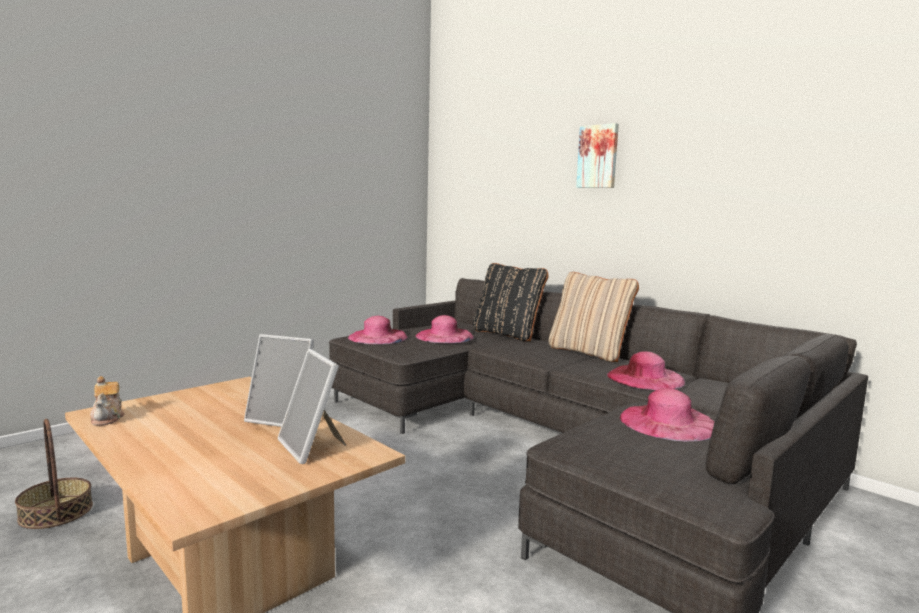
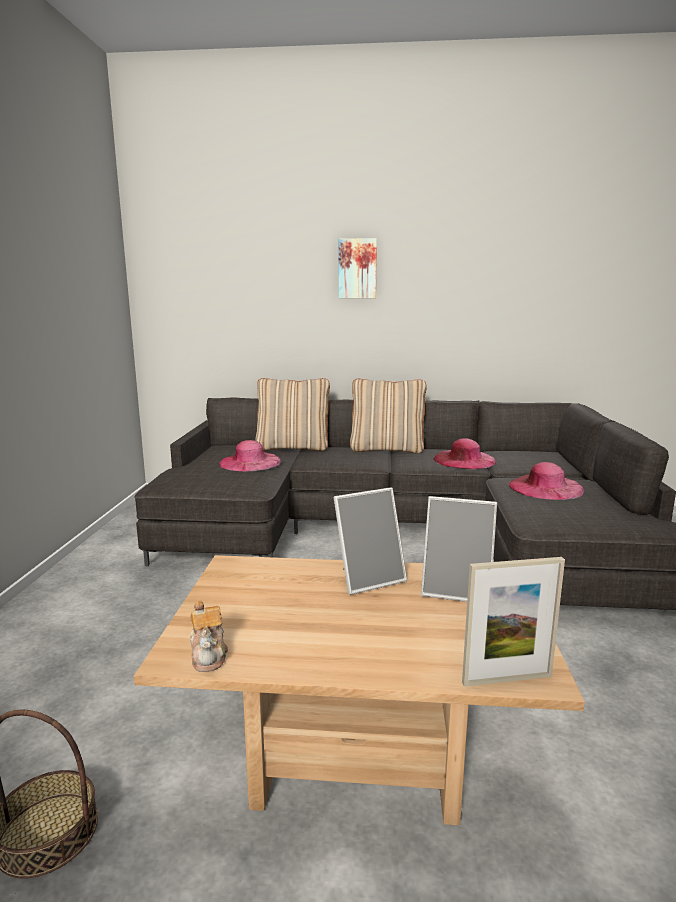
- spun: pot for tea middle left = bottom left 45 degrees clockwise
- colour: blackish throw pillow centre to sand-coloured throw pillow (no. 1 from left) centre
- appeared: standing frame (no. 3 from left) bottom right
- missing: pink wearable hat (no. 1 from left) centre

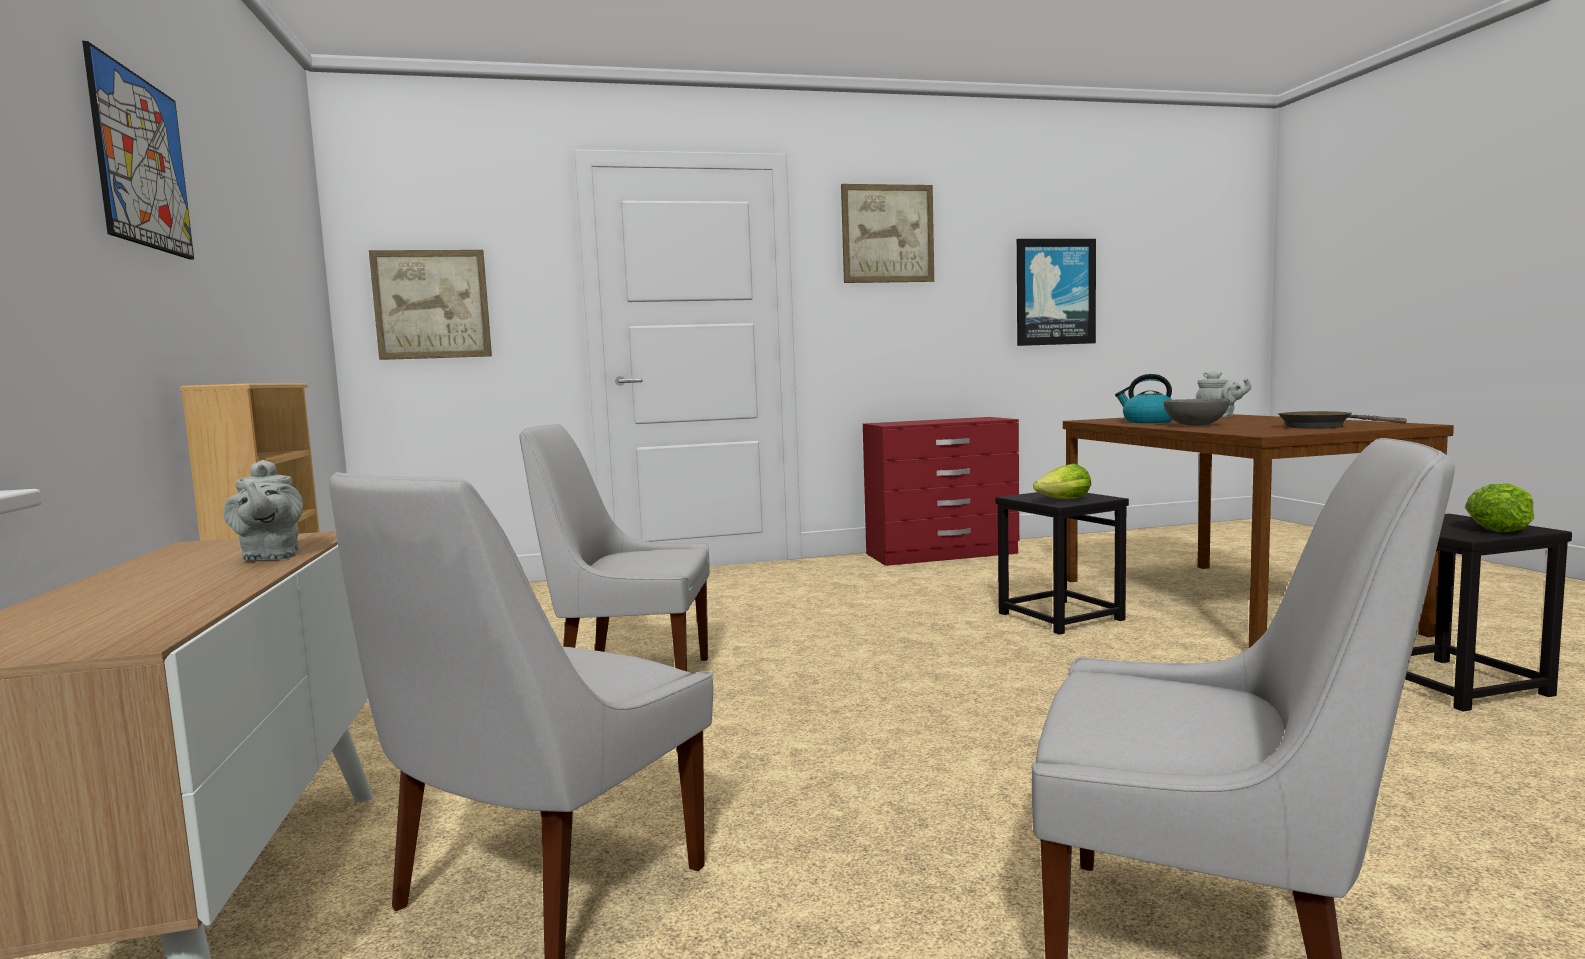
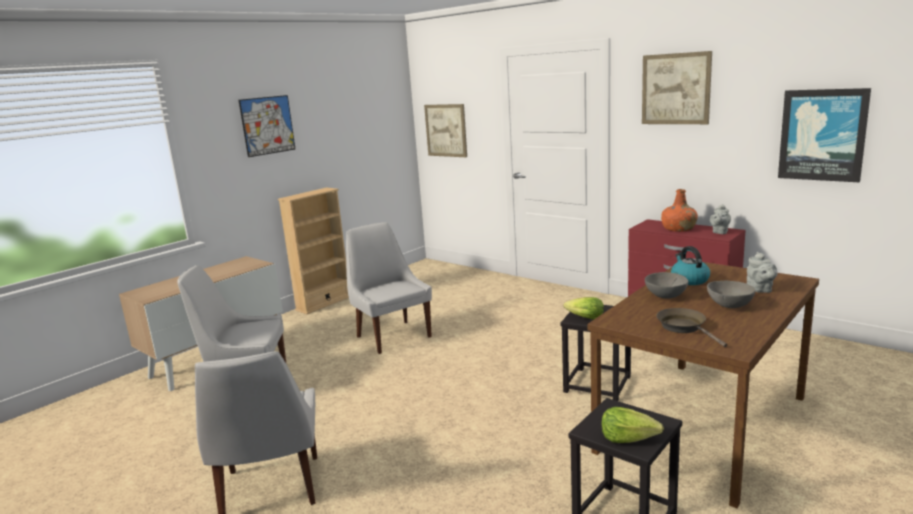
- appeared: orangey drink bottle middle right
- appeared: gray serving bowl (no. 2 from left) middle right
- relocated: gray pot for tea (no. 1 from left) middle left to middle right

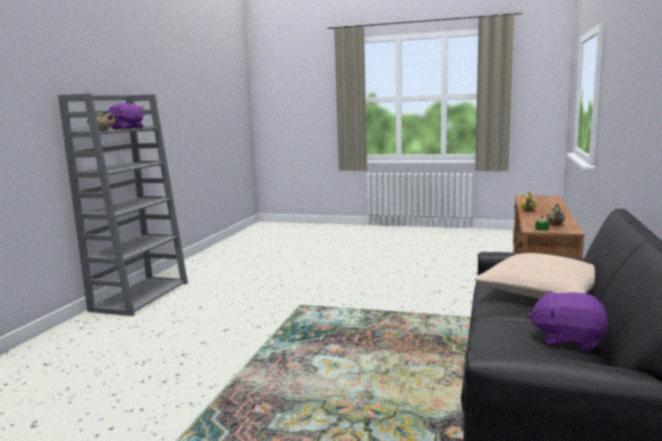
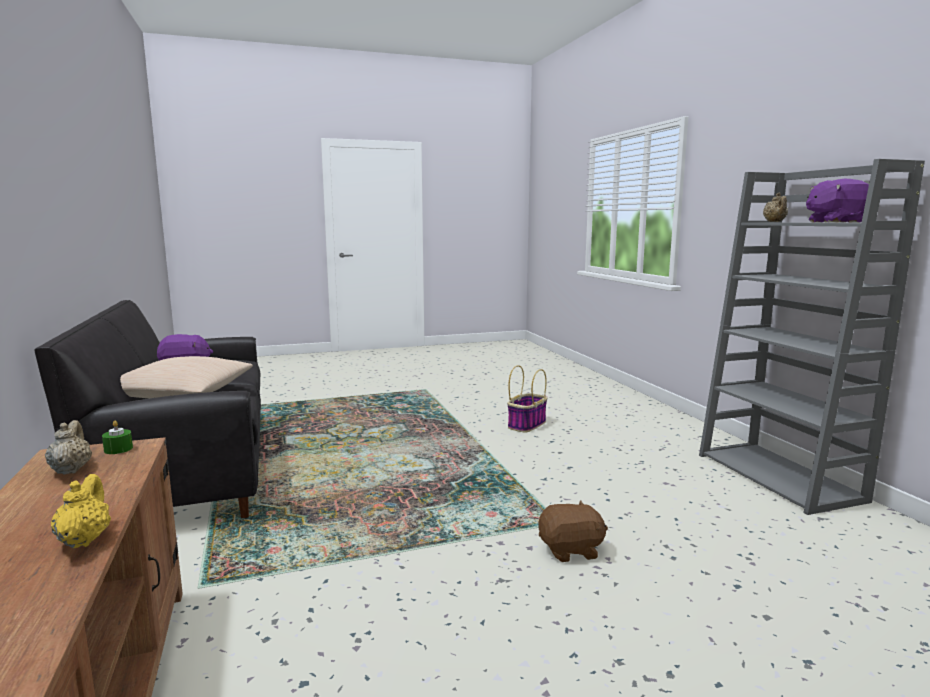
- appeared: household basket centre
- appeared: brown-coloured plush toy bottom centre

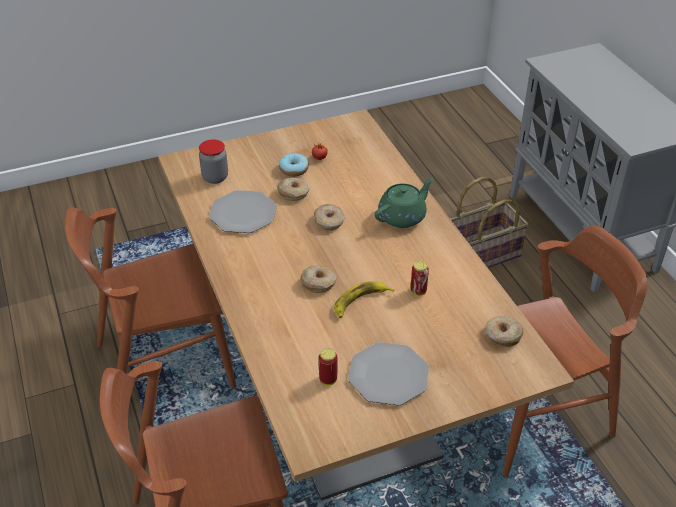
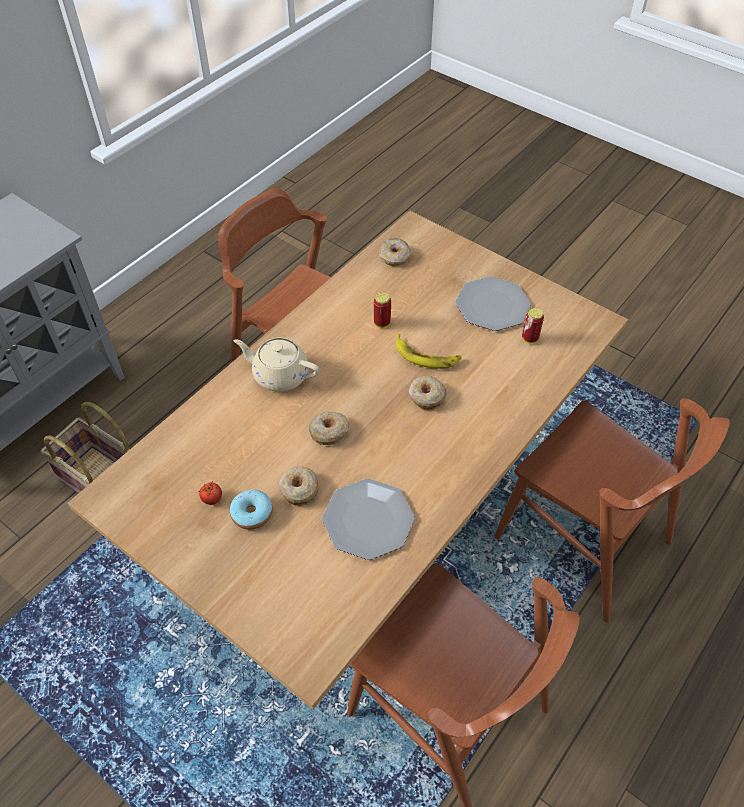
- colour: green-coloured pot for tea centre to sand-coloured pot for tea centre
- missing: preserve jar top left

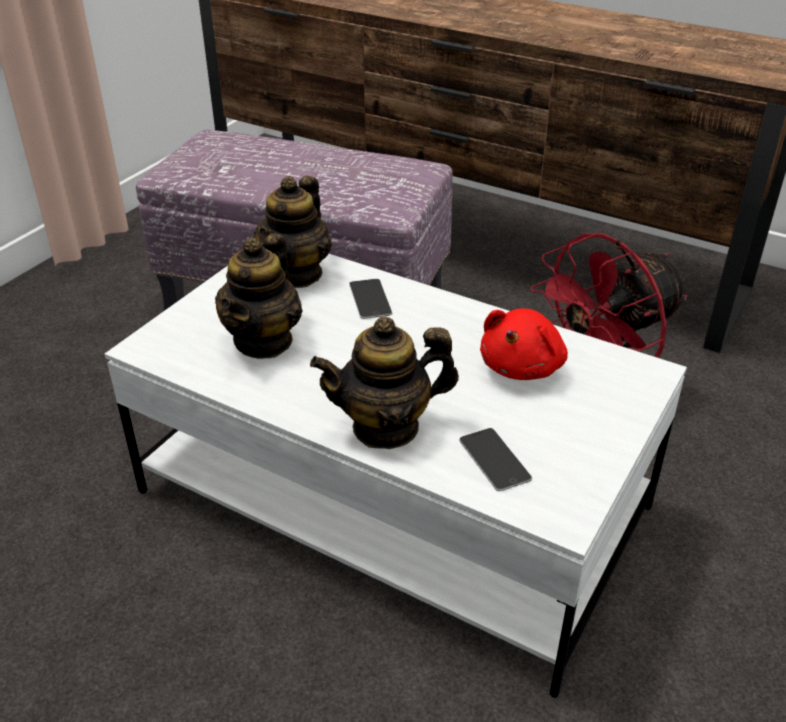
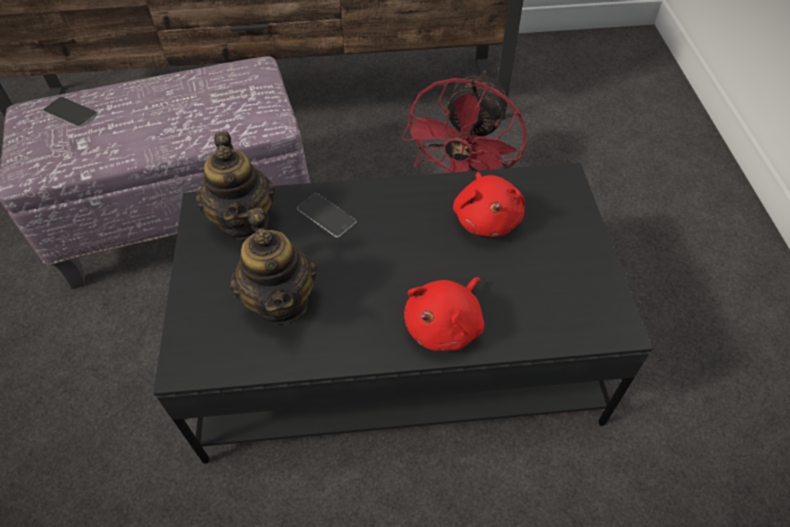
- relocated: handset (no. 2 from left in the first image) centre to handset (no. 1 from left) top left
- colour: whitish coffee table centre to blackish coffee table centre
- exchanged: pot for tea (no. 3 from left) centre to reddish plush toy (no. 1 from left) centre

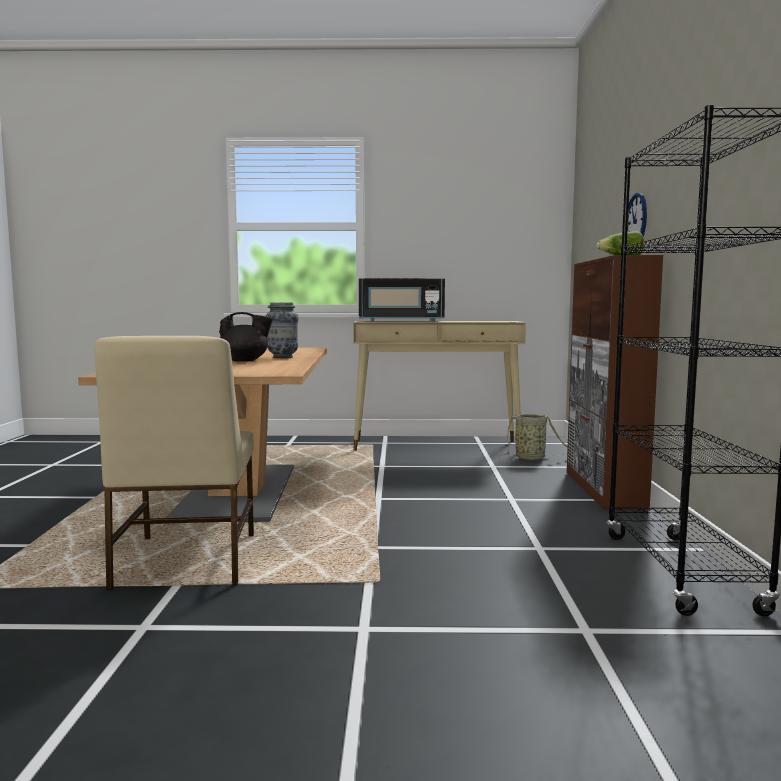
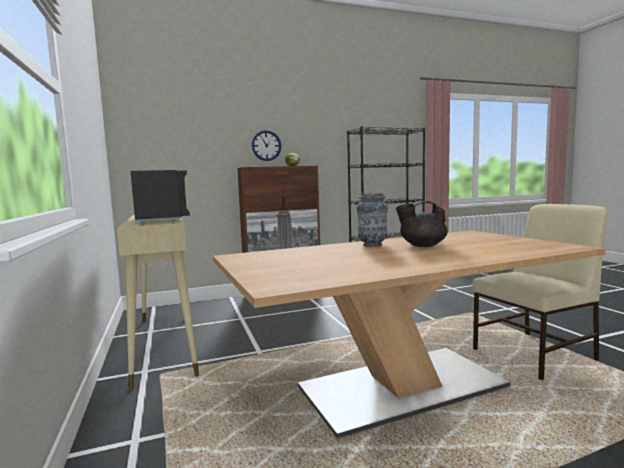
- spun: blackish pot for tea middle left = middle right 60 degrees counterclockwise
- missing: household basket middle right

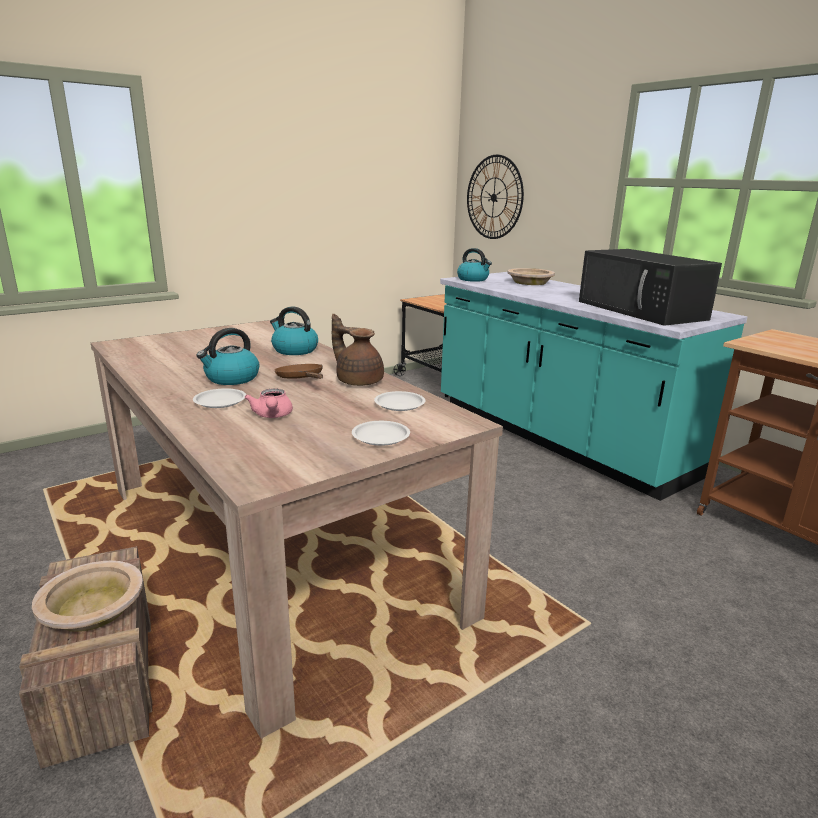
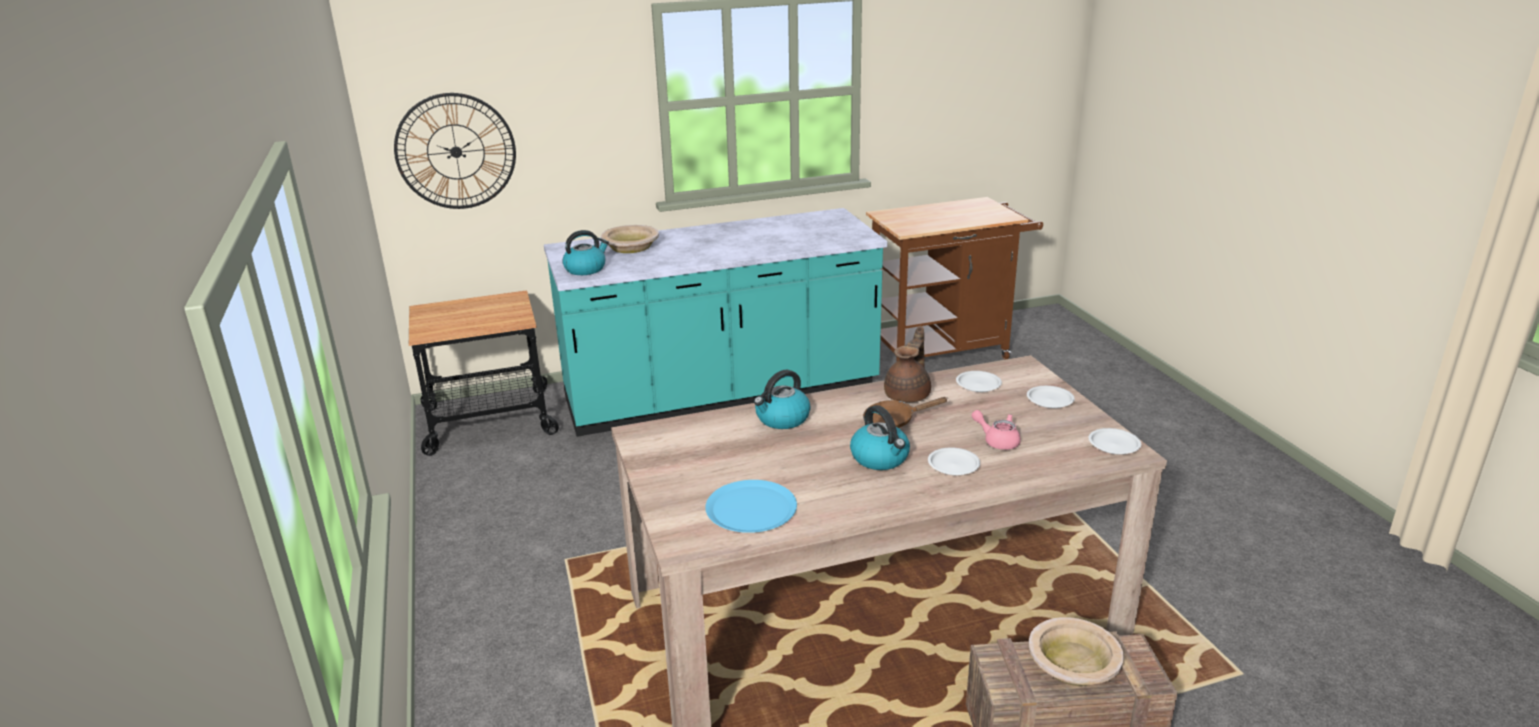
- appeared: blue-coloured flat dish bottom centre
- spun: brown-coloured pot for tea centre = centre 150 degrees clockwise
- spun: pink pot for tea middle left = centre 150 degrees counterclockwise
- appeared: whitish flat dish (no. 4 from left) middle right
- missing: blackish microwave middle right

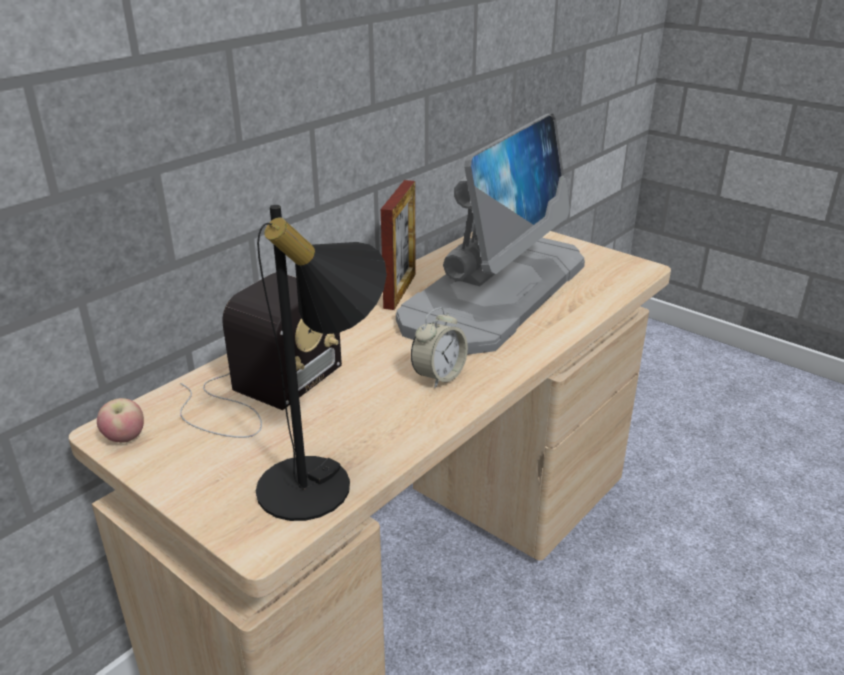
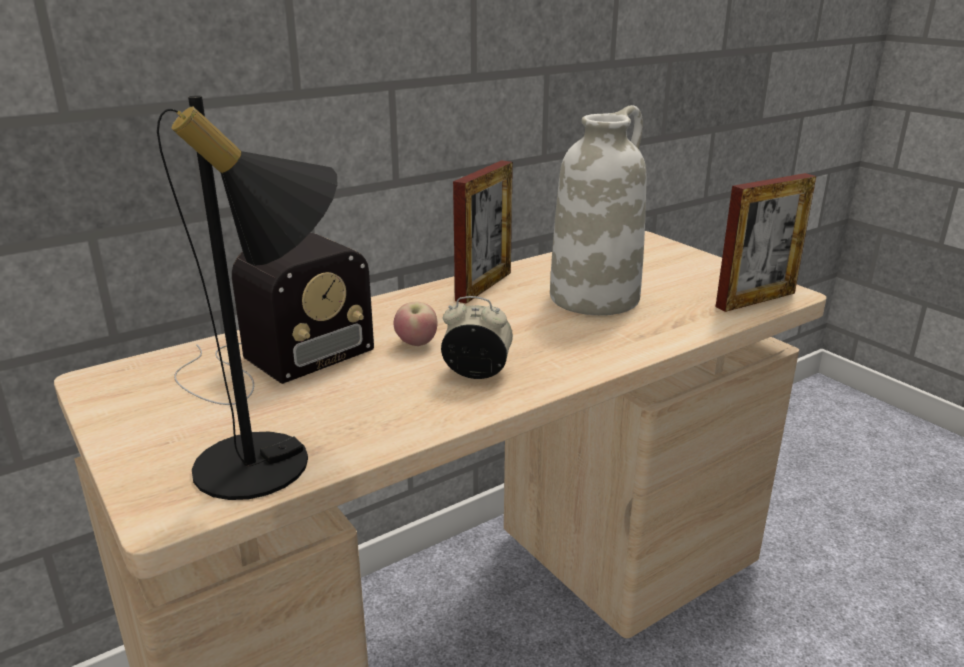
- relocated: apple middle left to centre
- spun: alarm clock centre = centre 135 degrees counterclockwise
- exchanged: computer screen centre to whitish flower vase top centre
- appeared: standing frame (no. 2 from left) middle right

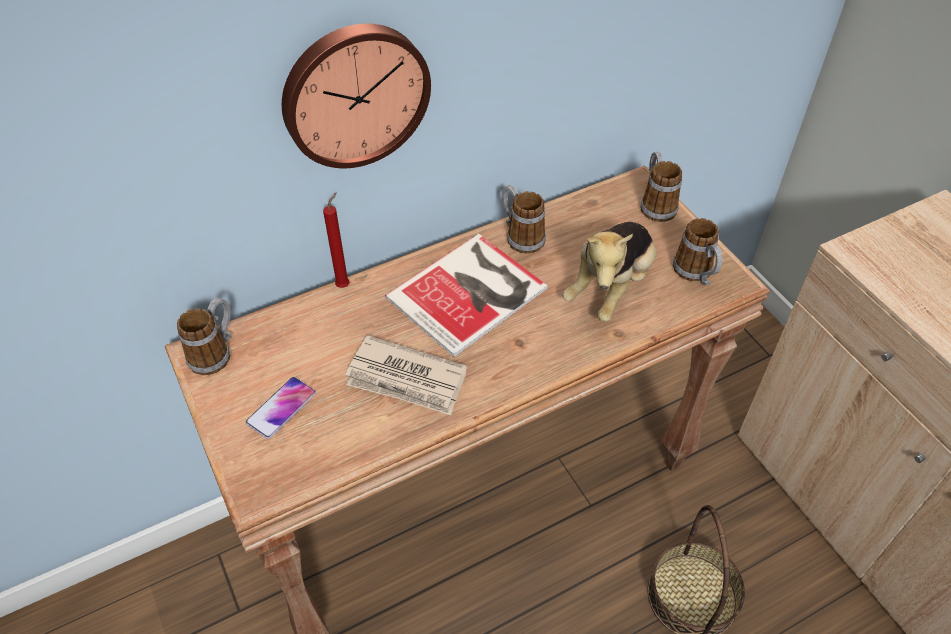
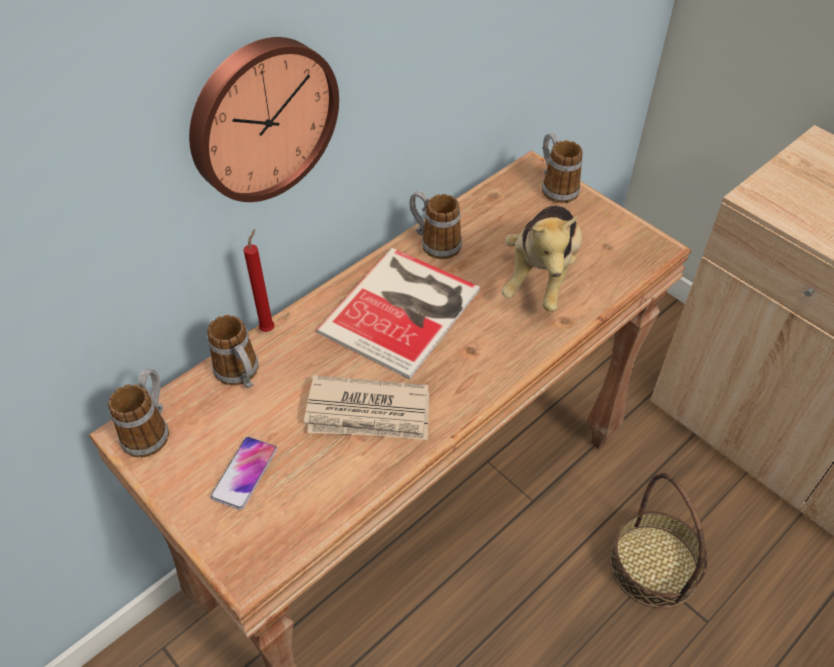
- relocated: mug (no. 4 from left in the first image) middle right to mug (no. 2 from left) middle left

